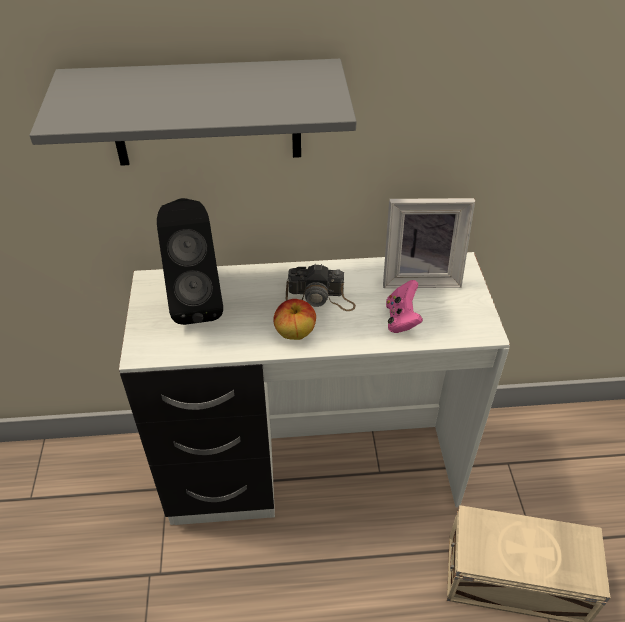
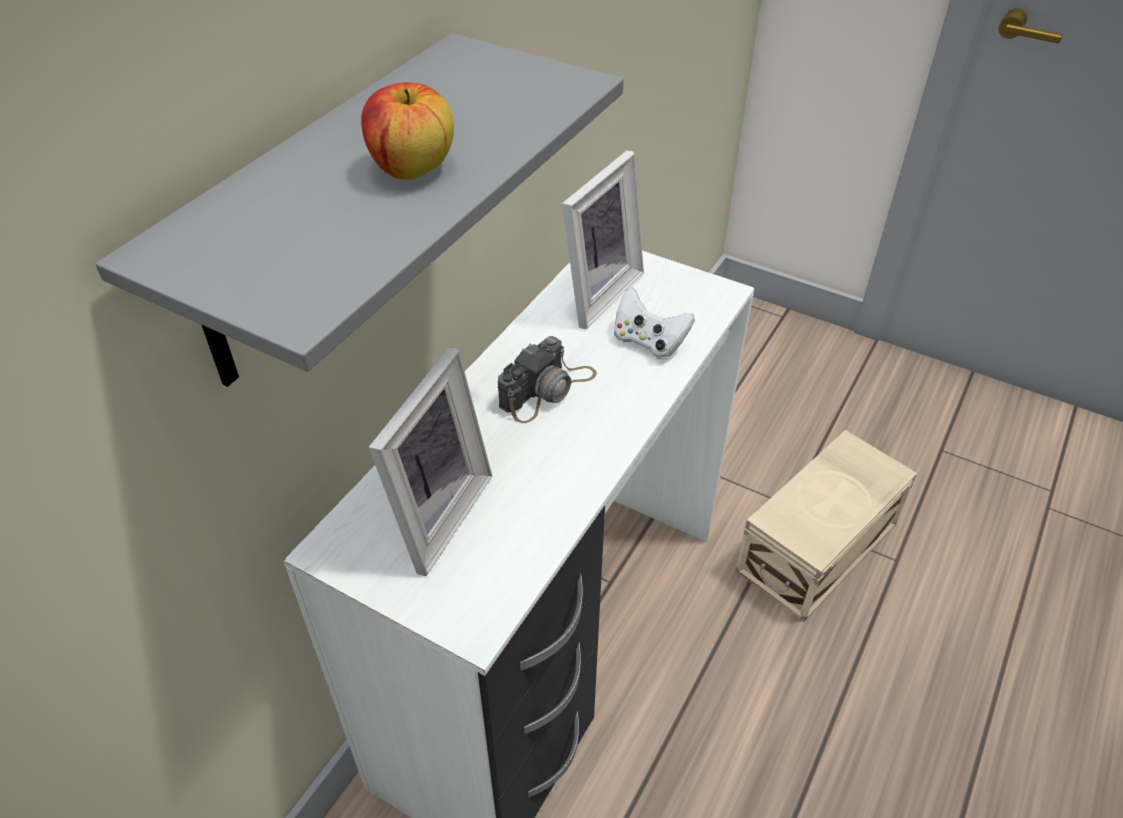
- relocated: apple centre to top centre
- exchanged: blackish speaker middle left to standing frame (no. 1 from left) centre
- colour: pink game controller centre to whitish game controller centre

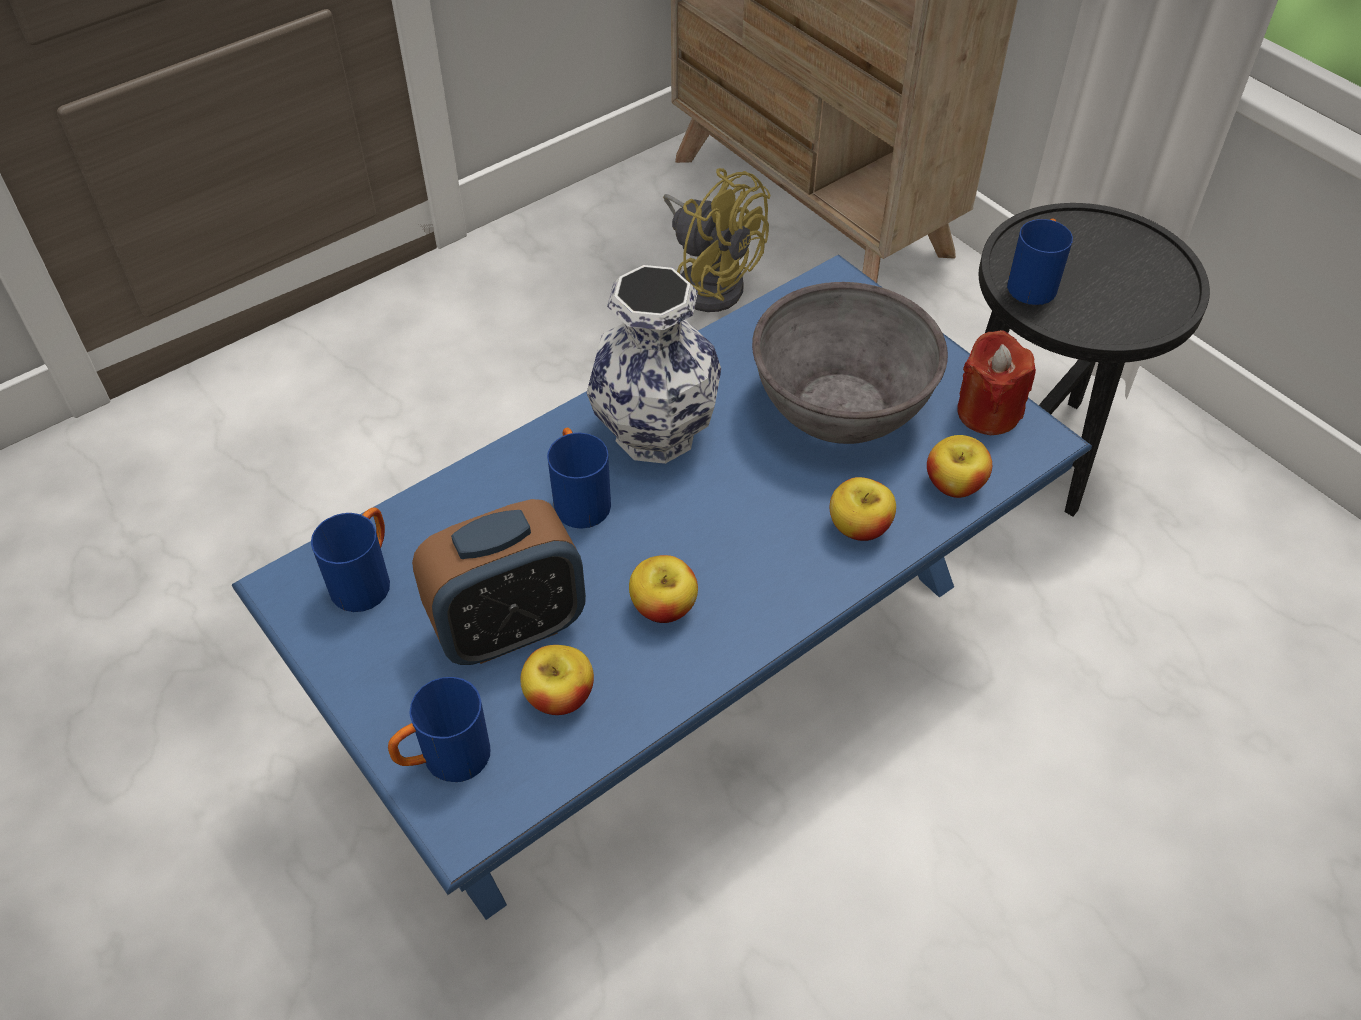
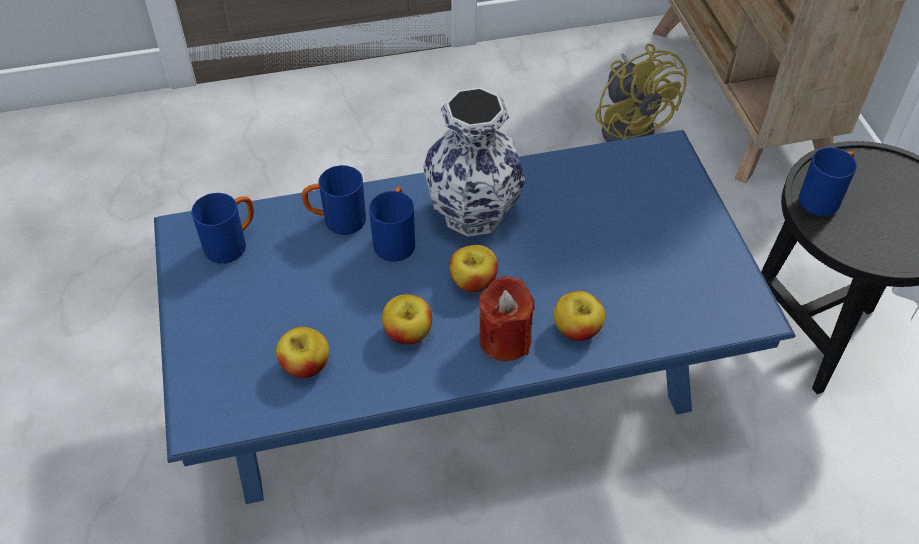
- relocated: blue-coloured mug (no. 2 from left) bottom left to centre
- relocated: apple (no. 4 from left in the first image) middle right to apple (no. 3 from left) centre
- relocated: reddish wax candle middle right to centre
- missing: alarm clock centre
- missing: gray serving bowl centre

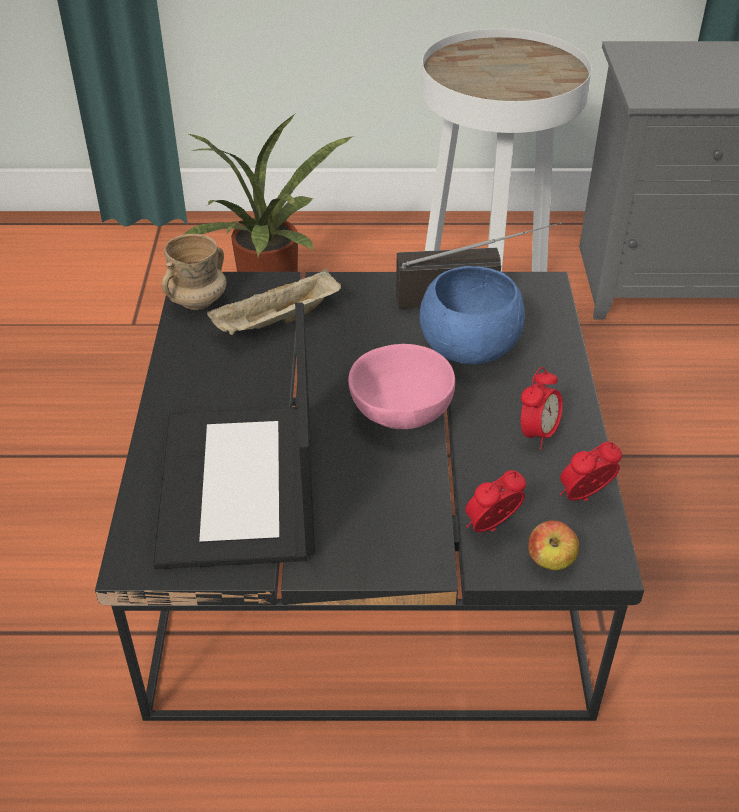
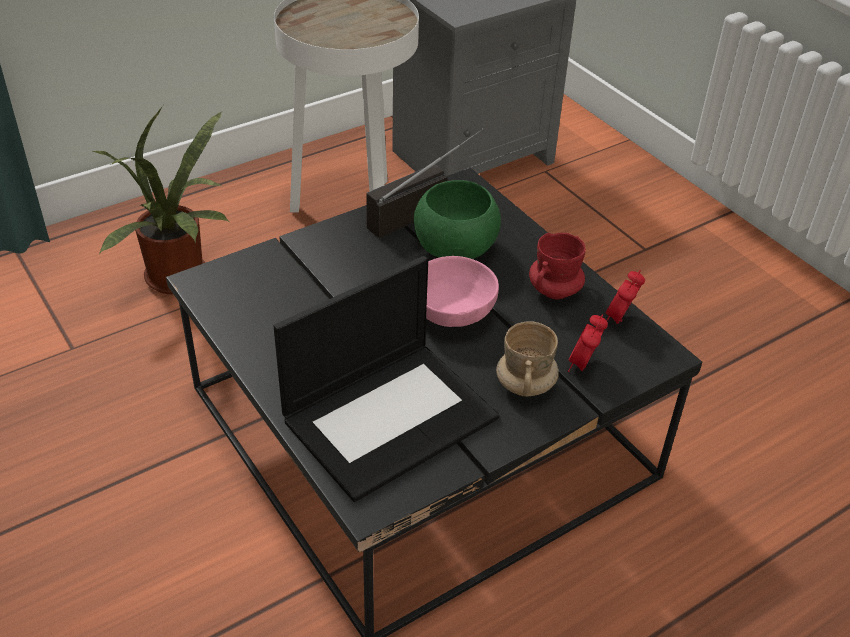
- spun: portable computer middle left = centre 90 degrees counterclockwise
- colour: blue-coloured serving bowl centre to green-coloured serving bowl centre
- relocated: sand-coloured mug middle left to centre
- exchanged: alarm clock (no. 2 from left) middle right to reddish mug centre
- missing: sand-coloured serving tray centre
- missing: apple bottom right

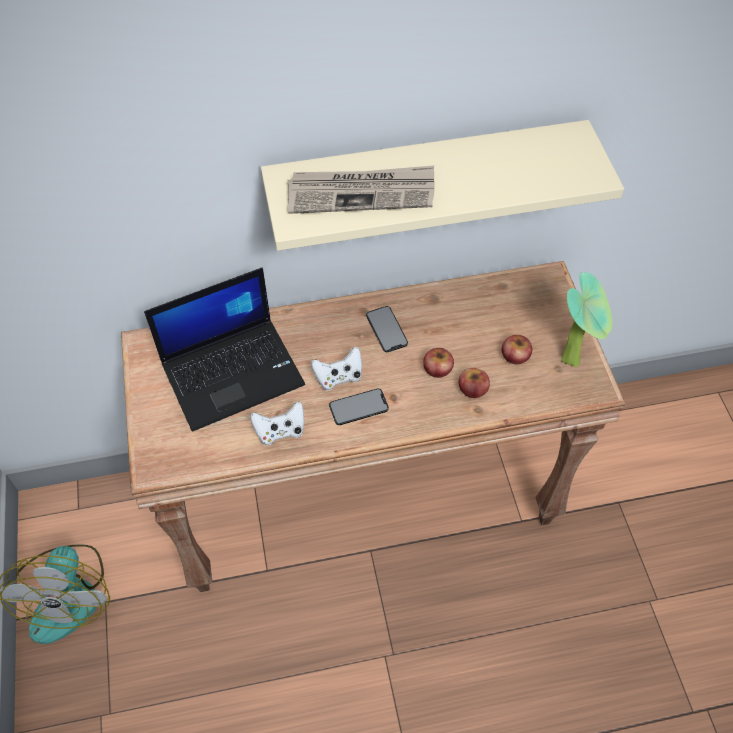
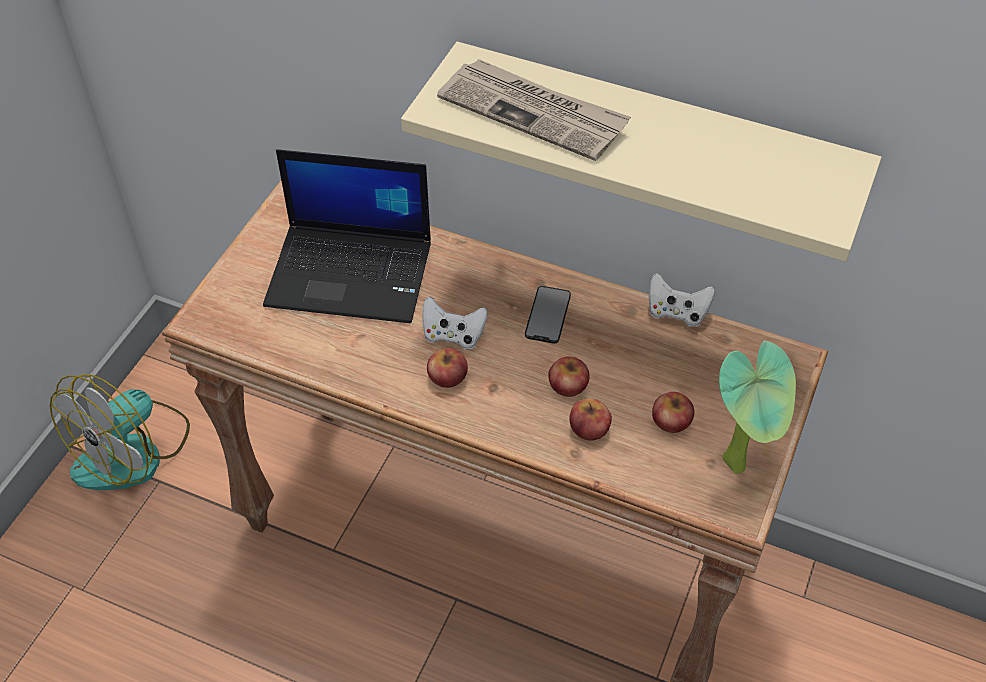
- exchanged: handset (no. 1 from left) centre to apple (no. 1 from left) centre
- relocated: whitish game controller (no. 1 from left in the first image) centre to whitish game controller (no. 2 from left) middle right

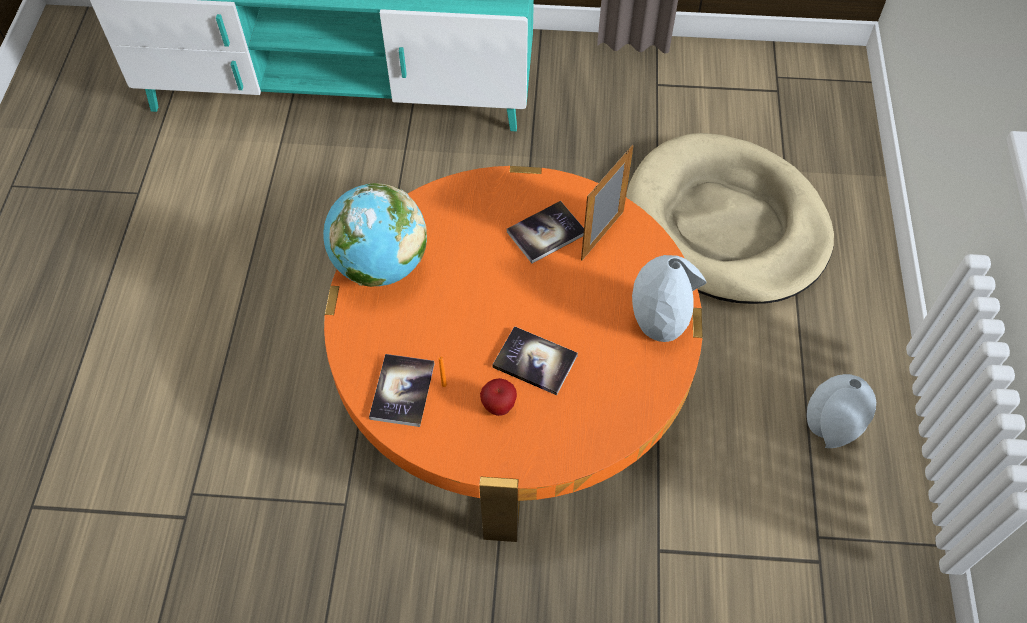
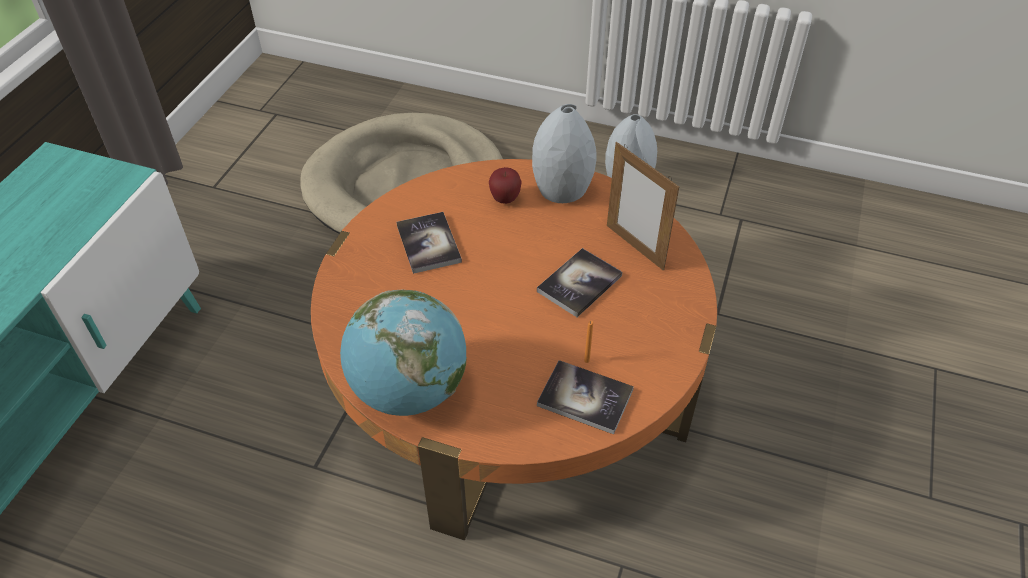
- relocated: apple centre to top centre
- relocated: standing frame top centre to centre

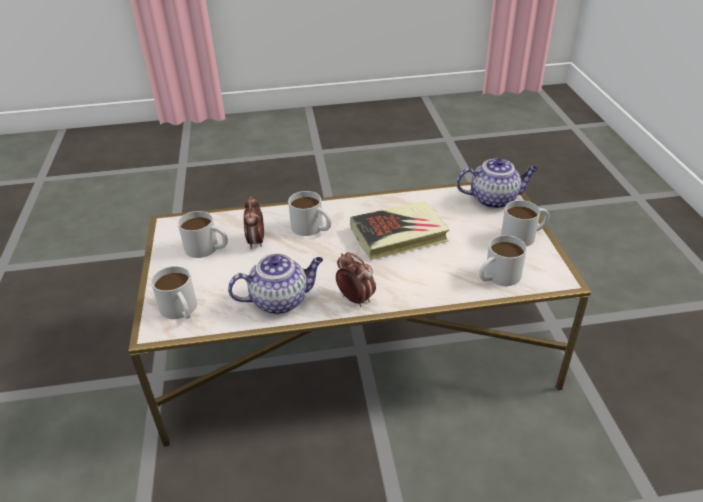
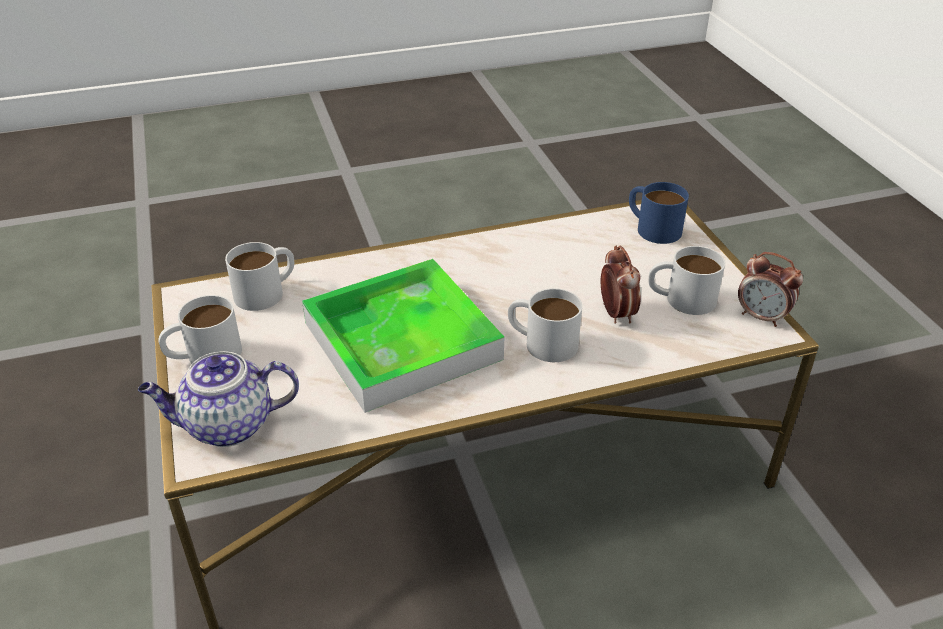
- exchanged: bound book centre to serving tray centre
- colour: whitish mug (no. 1 from left) middle left to blue-coloured mug middle right
- relocated: alarm clock (no. 2 from left) centre to middle right
- missing: pot for tea (no. 1 from left) centre

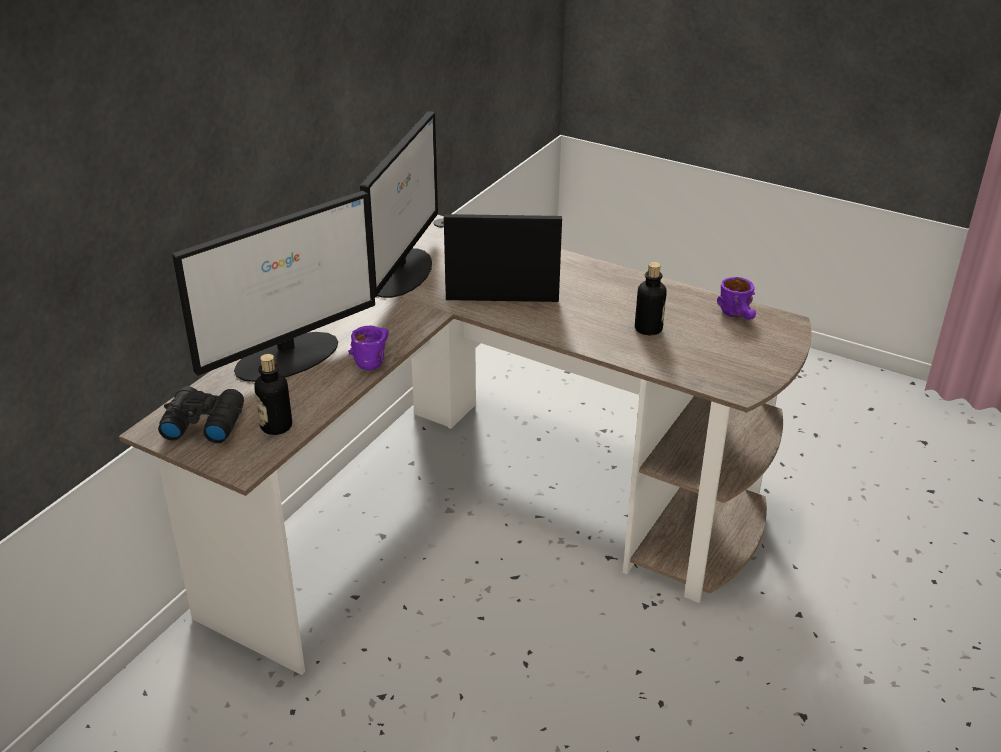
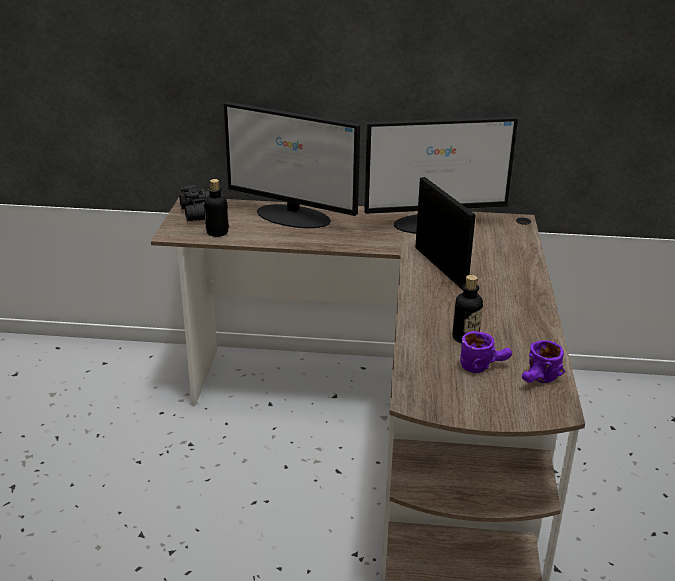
- relocated: purple-coloured mug (no. 1 from left) centre to middle right

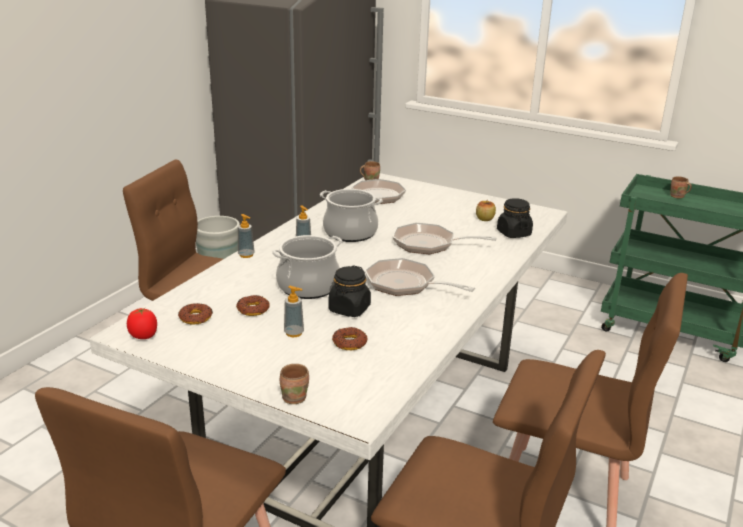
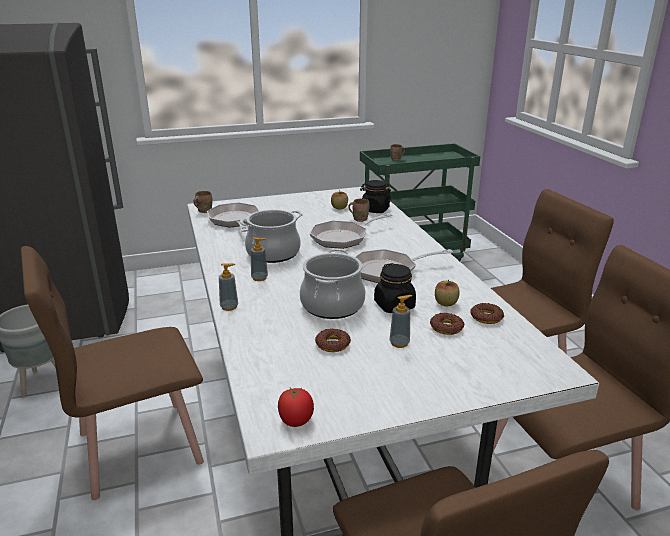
- relocated: brown-coloured mug (no. 1 from left in the first image) bottom centre to brown-coloured mug (no. 2 from left) centre
- appeared: apple (no. 2 from left) middle right
- relocated: ring doughnut (no. 1 from left in the first image) middle left to ring doughnut (no. 3 from left) middle right

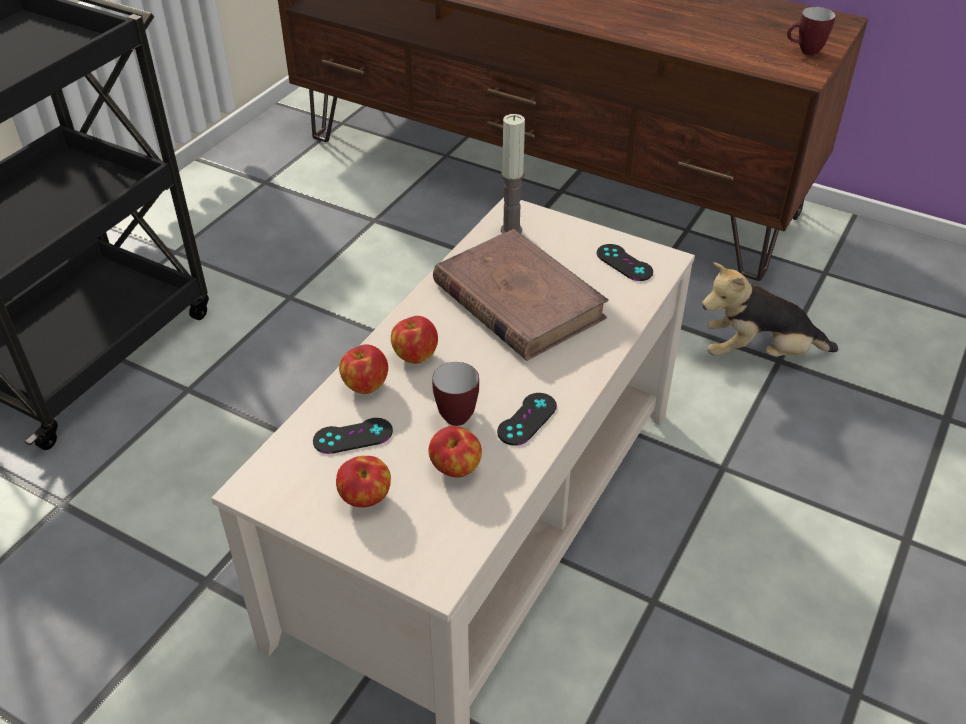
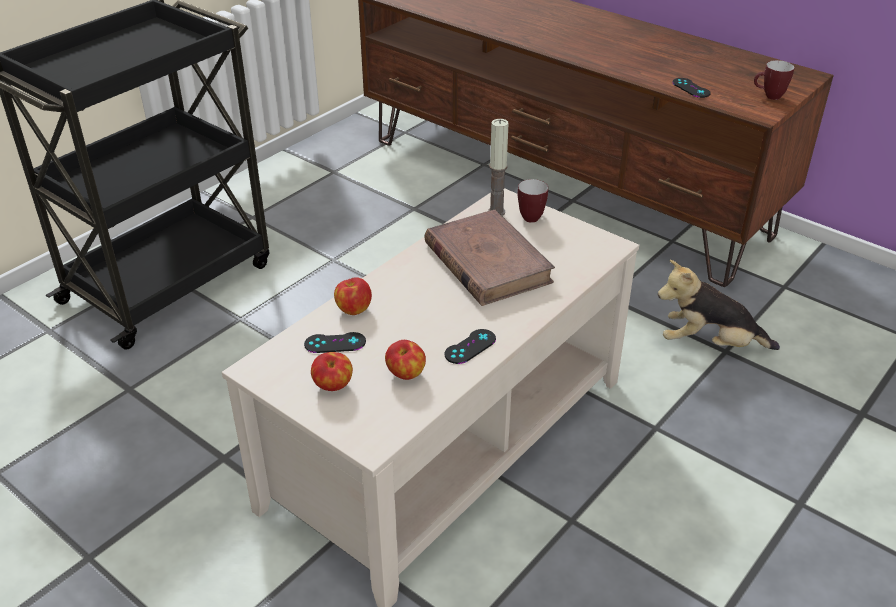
- relocated: mug (no. 1 from left) centre to top centre
- relocated: blackish game controller (no. 3 from left) centre to top right
- missing: apple (no. 3 from left) centre

